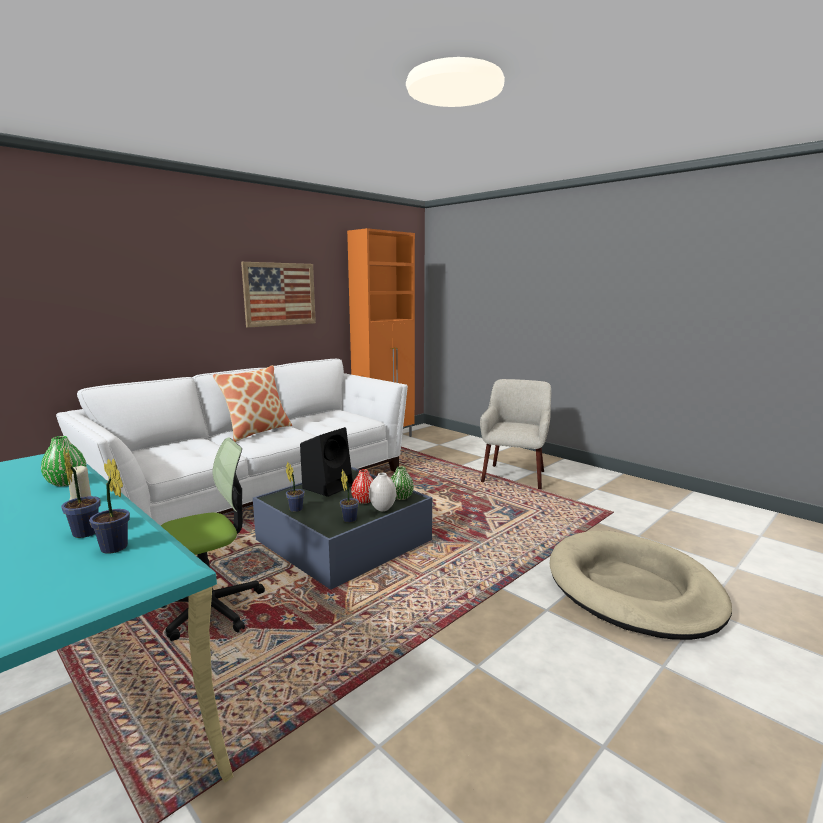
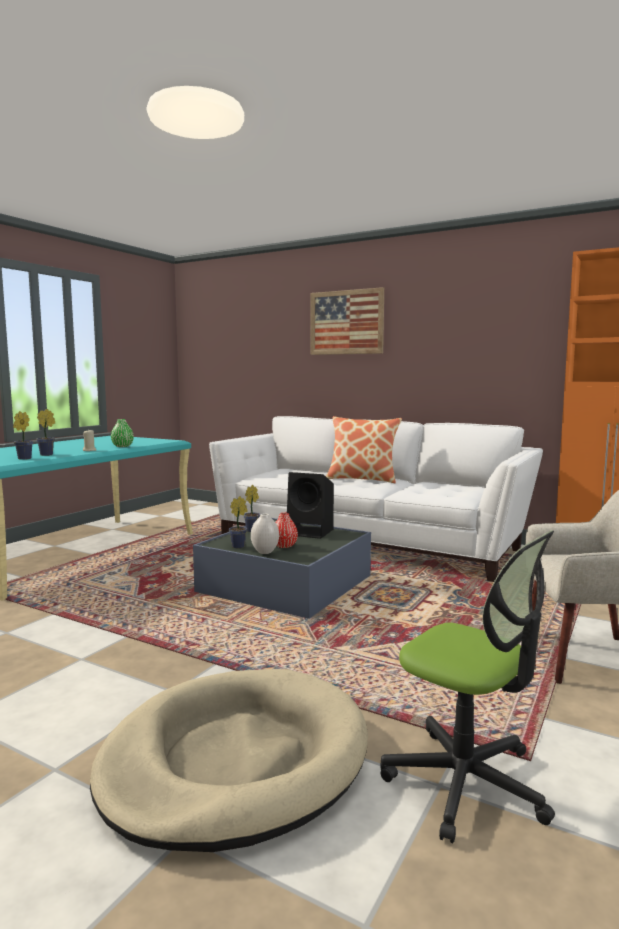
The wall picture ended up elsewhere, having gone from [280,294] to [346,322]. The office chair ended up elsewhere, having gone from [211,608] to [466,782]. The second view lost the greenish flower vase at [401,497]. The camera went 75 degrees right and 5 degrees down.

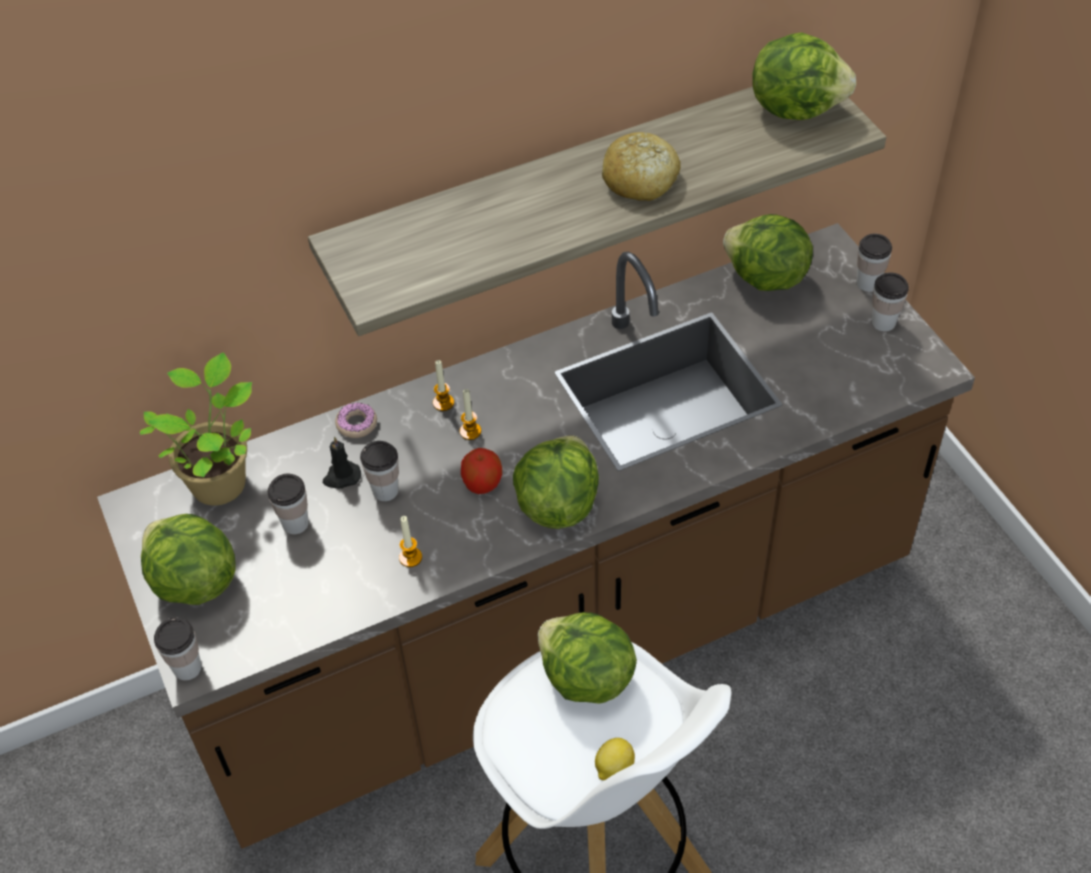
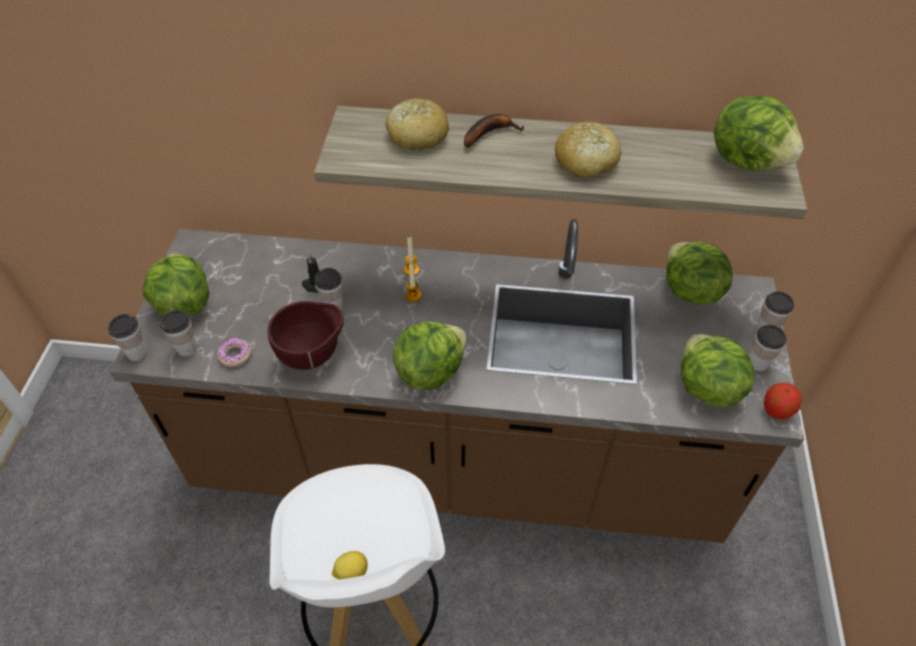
The second view lost the houseplant at [220,481]. The ring doughnut ended up elsewhere, having gone from [357,424] to [235,355]. The apple fruit ended up elsewhere, having gone from [482,484] to [776,410]. The small cup ended up elsewhere, having gone from [295,523] to [187,348]. Where the wax candle stood at [410,557], the brownish deep dish came to stand at [313,356]. The head of lettuce ended up elsewhere, having gone from [585,678] to [706,388]. The second view gained the baked bread at [417,135]. The second view gained the banana fruit at [489,133]. The camera went 30 degrees right and 0 degrees up.

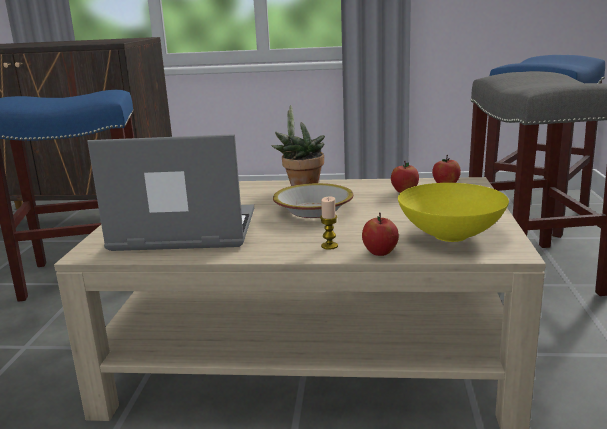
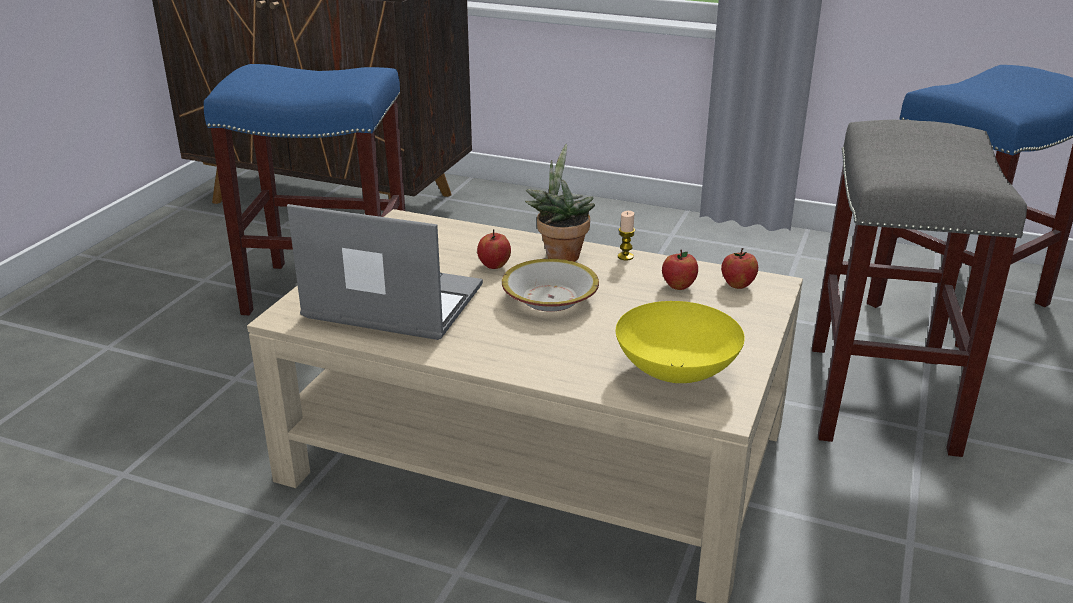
The wax candle ended up elsewhere, having gone from [329,246] to [625,256]. The apple fruit ended up elsewhere, having gone from [380,252] to [494,265]. The camera went 15 degrees right and 10 degrees up.

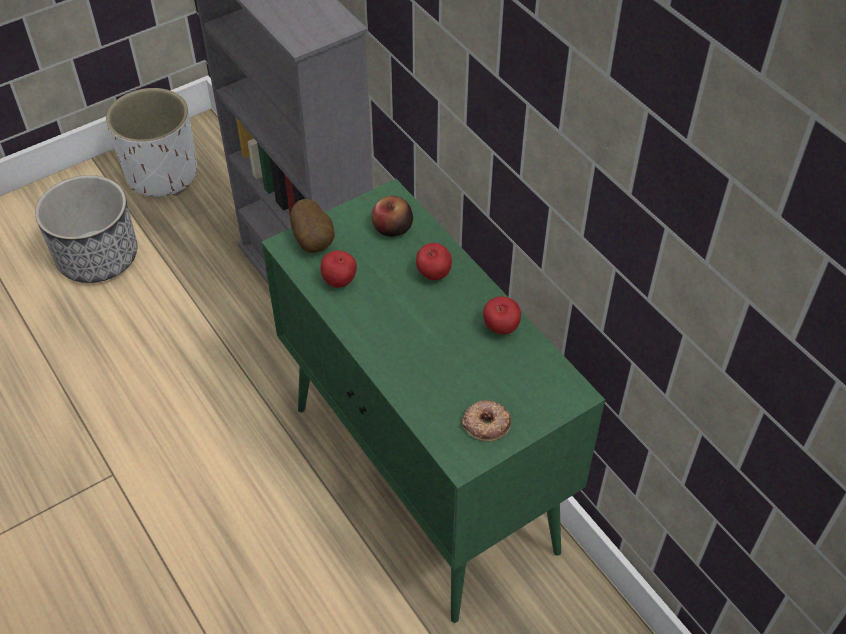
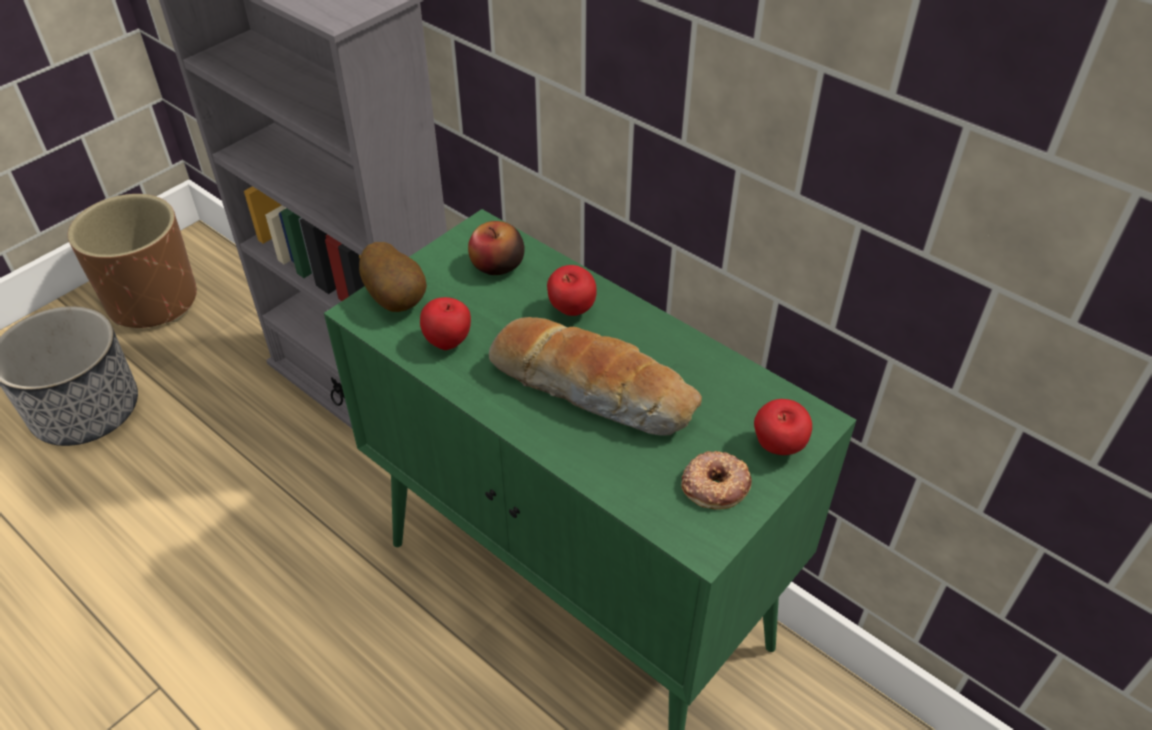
What was the whitish plant pot at [163,174] turned into the brownish plant pot at [154,301]. The apple fruit ended up elsewhere, having gone from [500,329] to [777,448]. The second view gained the baked bread at [593,390]. The camera went 15 degrees left and 5 degrees down.

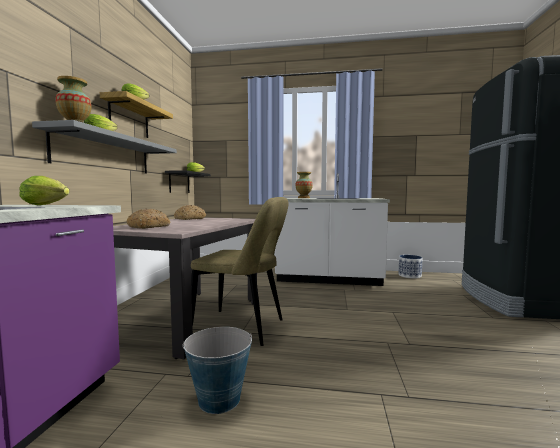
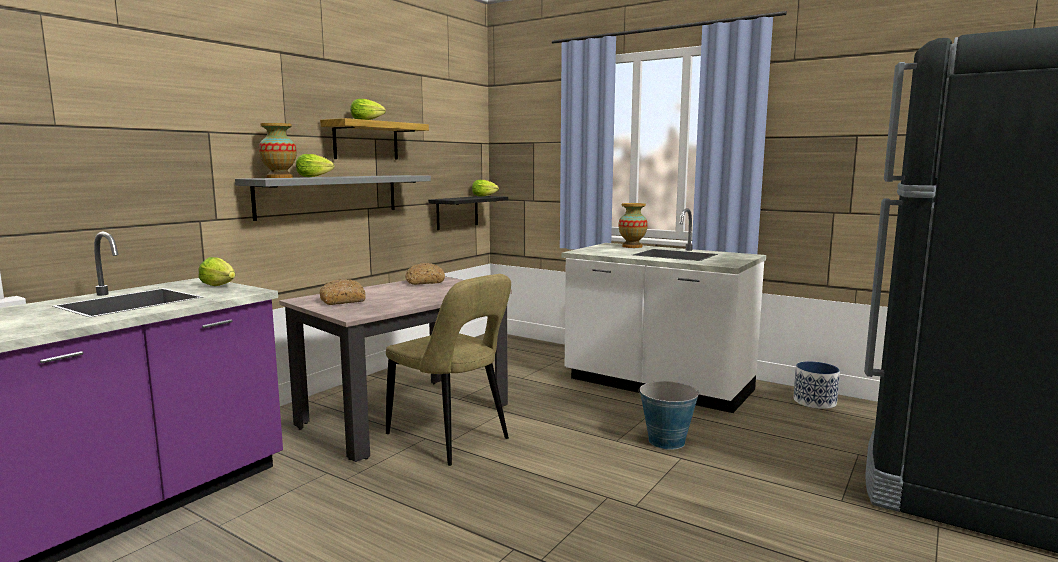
The water bucket ended up elsewhere, having gone from [219,399] to [666,441]. The camera went 25 degrees right and 5 degrees up.

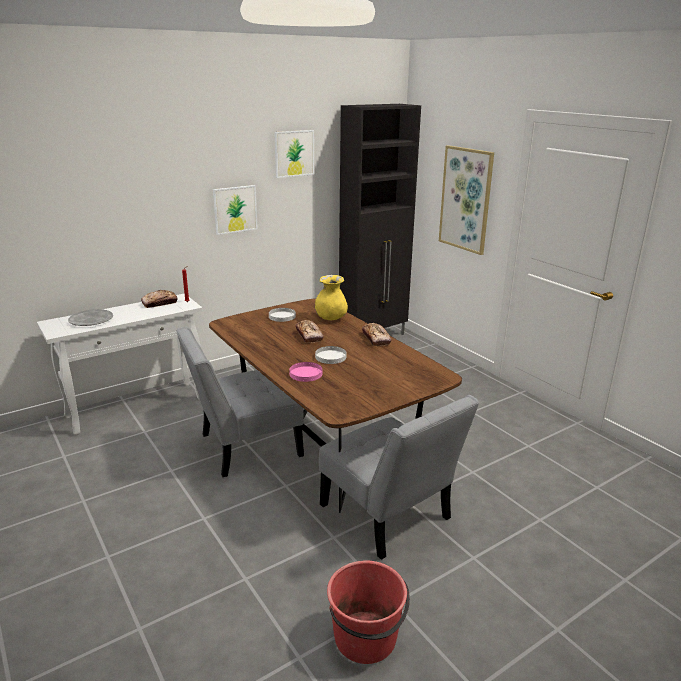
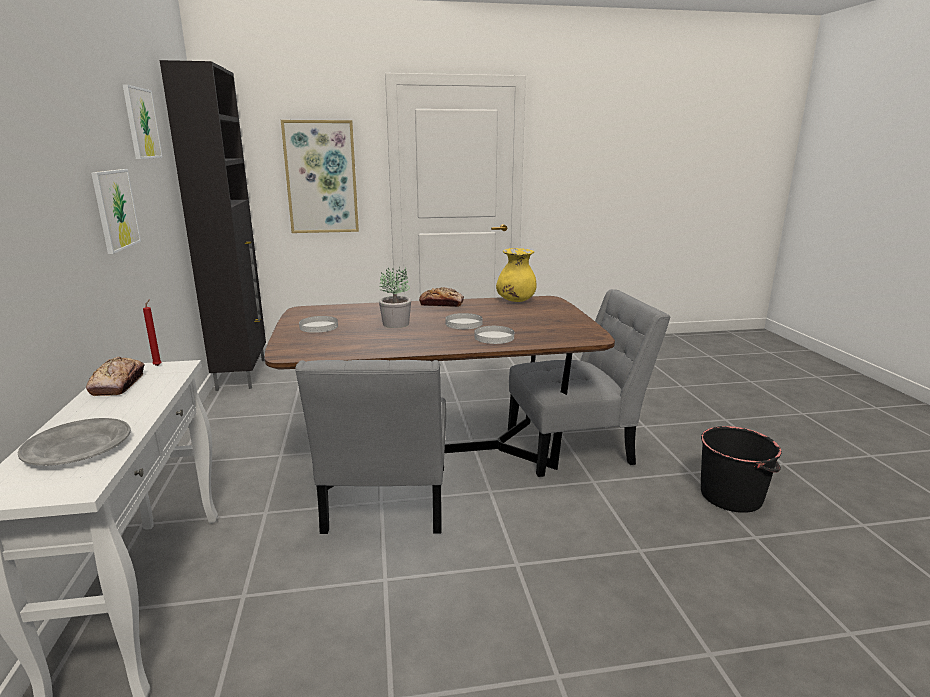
The yellow flower vase ended up elsewhere, having gone from [331,318] to [515,301]. Where the baked bread stood at [309,335], the houseplant came to stand at [396,323]. What was the pinkish plate at [305,374] turned into the whitish plate at [494,337]. What was the red water bucket at [366,638] turned into the black-coloured water bucket at [732,496]. The camera went 65 degrees left and 5 degrees down.

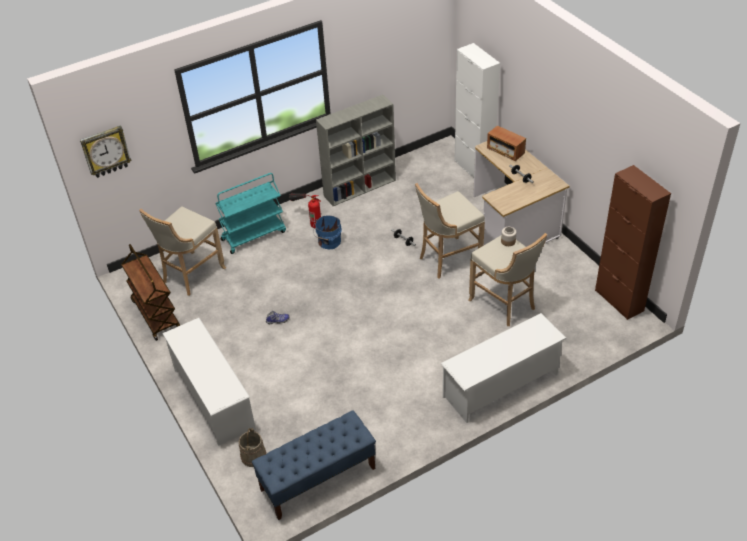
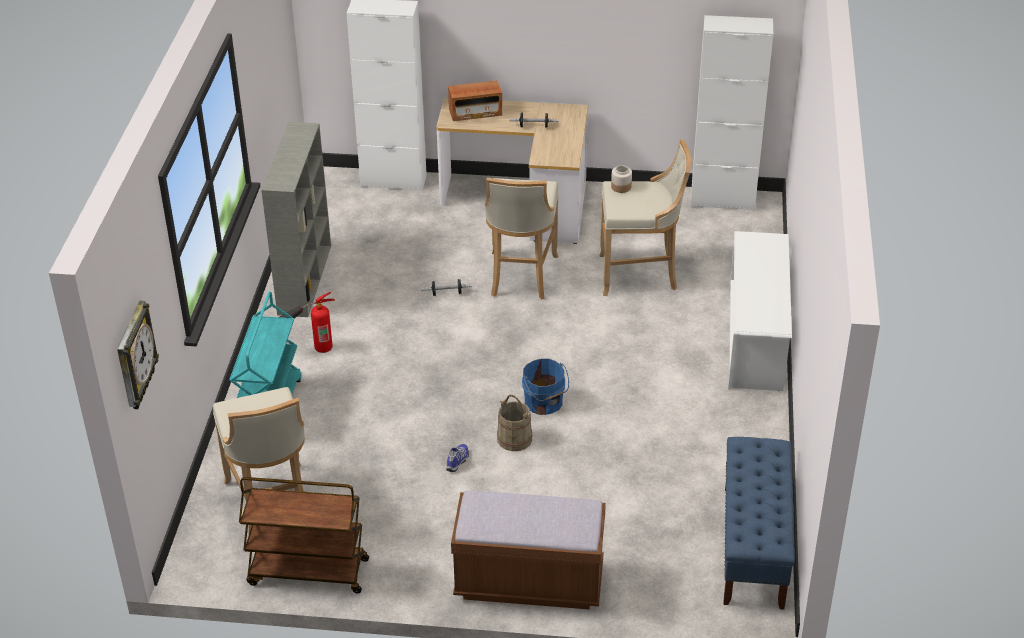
What was the brownish cabinet at [619,300] turned into the whitish cabinet at [722,200]. The blue water bucket ended up elsewhere, having gone from [329,242] to [544,403]. Where the whitish shoe shelf stood at [213,398], the brownish bench came to stand at [529,581]. The sand-coloured water bucket ended up elsewhere, having gone from [253,456] to [514,438]. The camera went 55 degrees left and 5 degrees down.

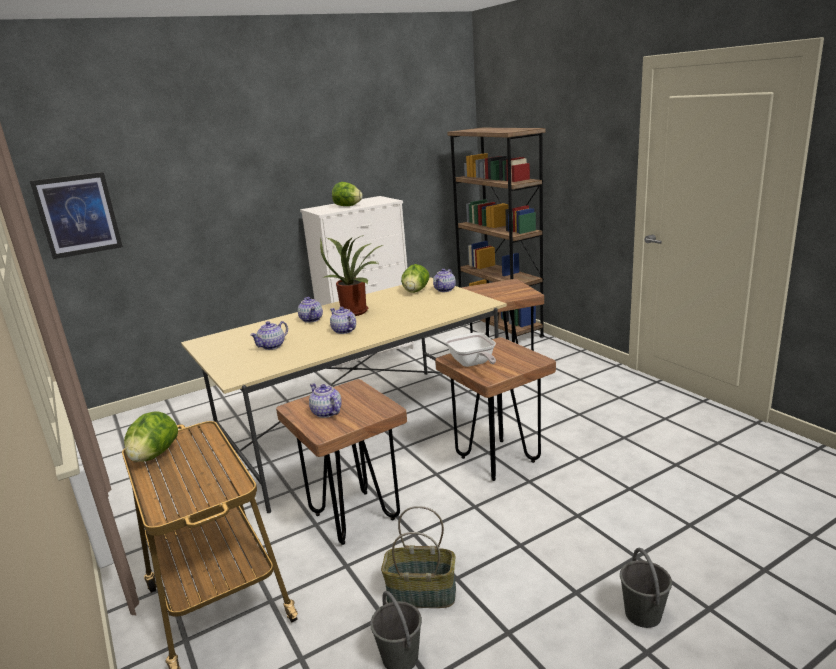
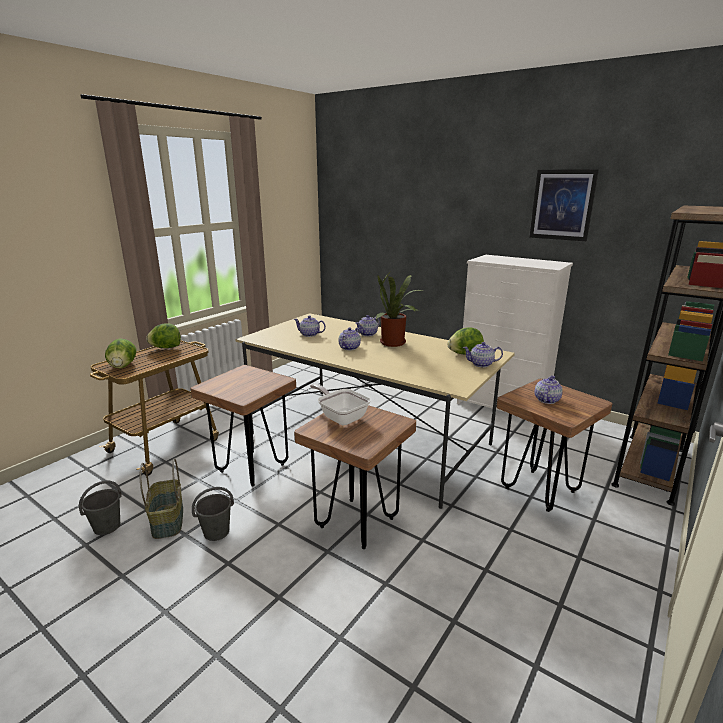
The wall picture ended up elsewhere, having gone from [78,215] to [562,205]. The head of lettuce ended up elsewhere, having gone from [347,206] to [123,366]. The skillet at [473,364] ended up facing another way, 90 degrees clockwise from before. The tea pot ended up elsewhere, having gone from [326,413] to [546,400]. The greyish water bucket ended up elsewhere, having gone from [642,613] to [217,532]. The camera went 65 degrees right and 0 degrees up.

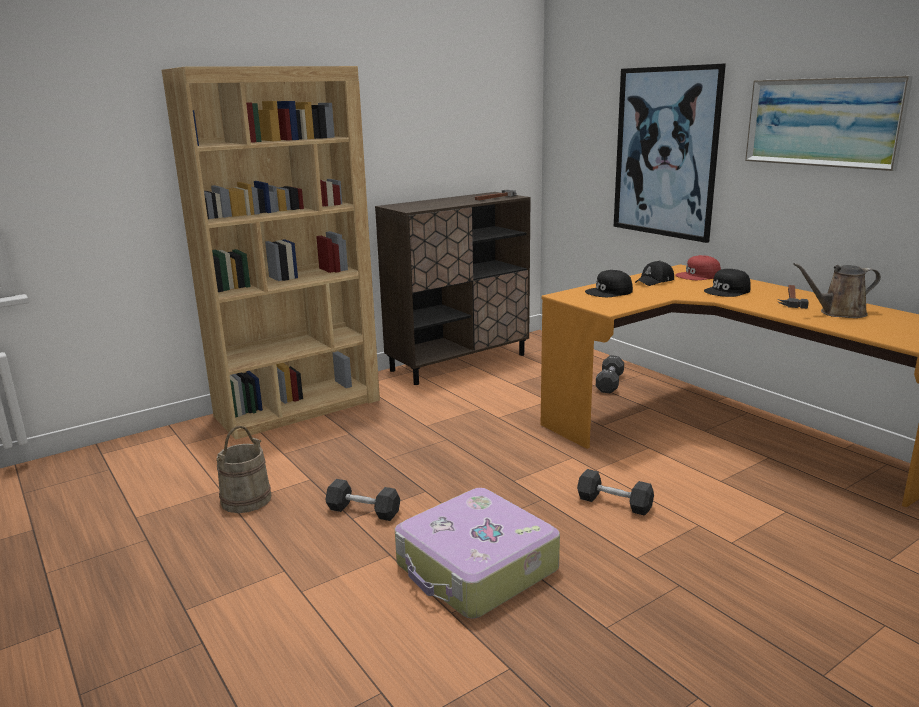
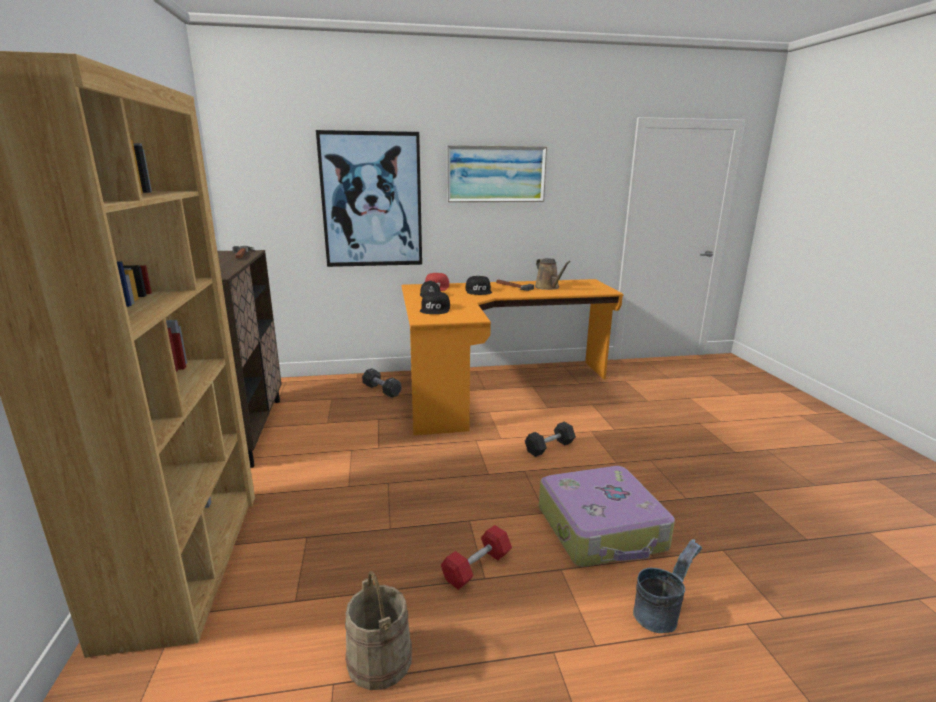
The brownish watering can at [838,313] ended up facing another way, 45 degrees counterclockwise from before. What was the greyish hand weight at [363,511] turned into the red hand weight at [477,567]. The second view gained the greyish water bucket at [660,613]. The camera went 65 degrees left and 0 degrees up.

